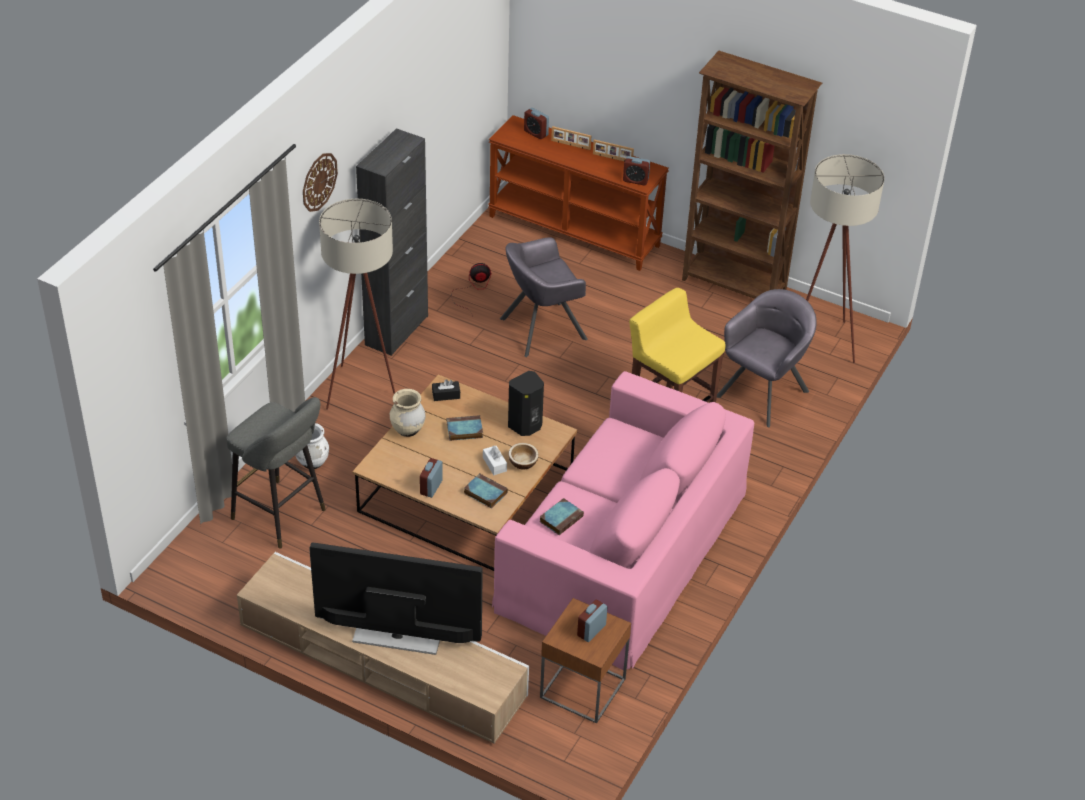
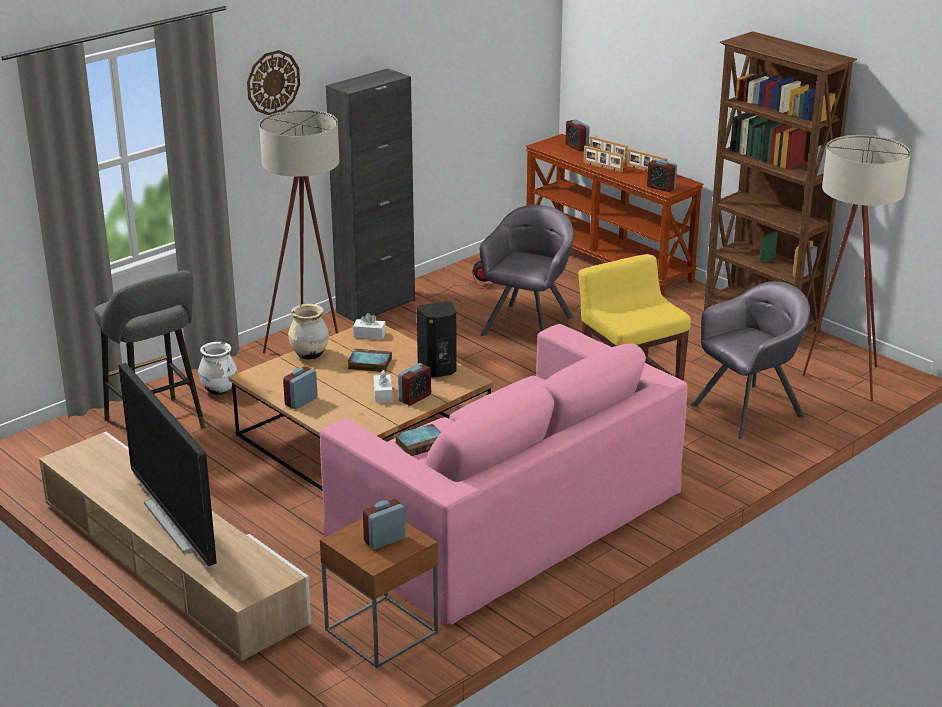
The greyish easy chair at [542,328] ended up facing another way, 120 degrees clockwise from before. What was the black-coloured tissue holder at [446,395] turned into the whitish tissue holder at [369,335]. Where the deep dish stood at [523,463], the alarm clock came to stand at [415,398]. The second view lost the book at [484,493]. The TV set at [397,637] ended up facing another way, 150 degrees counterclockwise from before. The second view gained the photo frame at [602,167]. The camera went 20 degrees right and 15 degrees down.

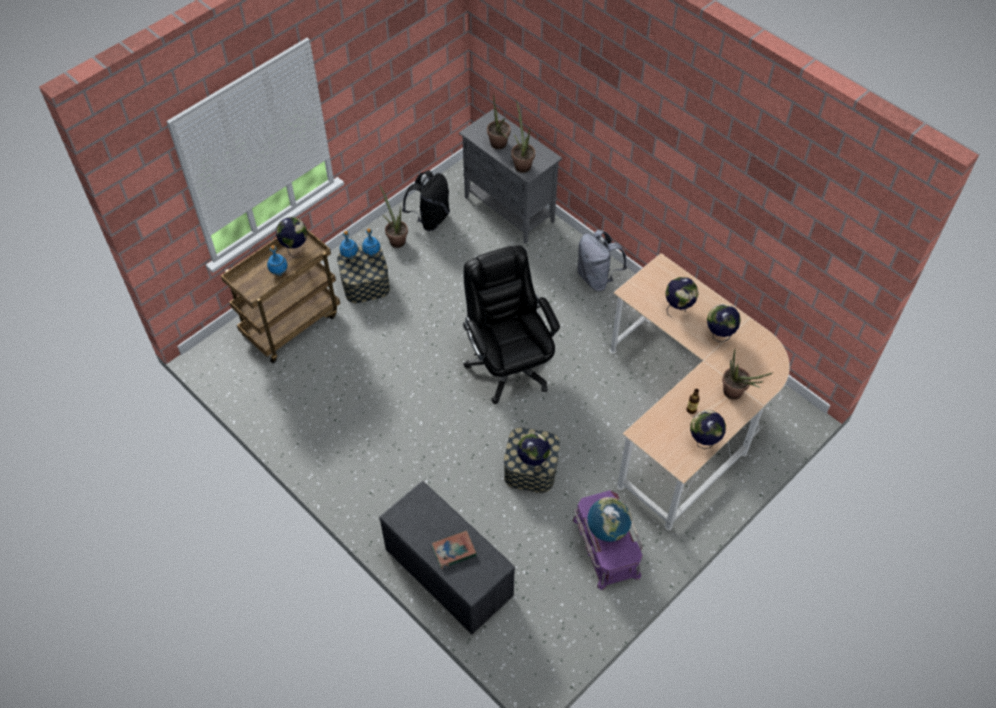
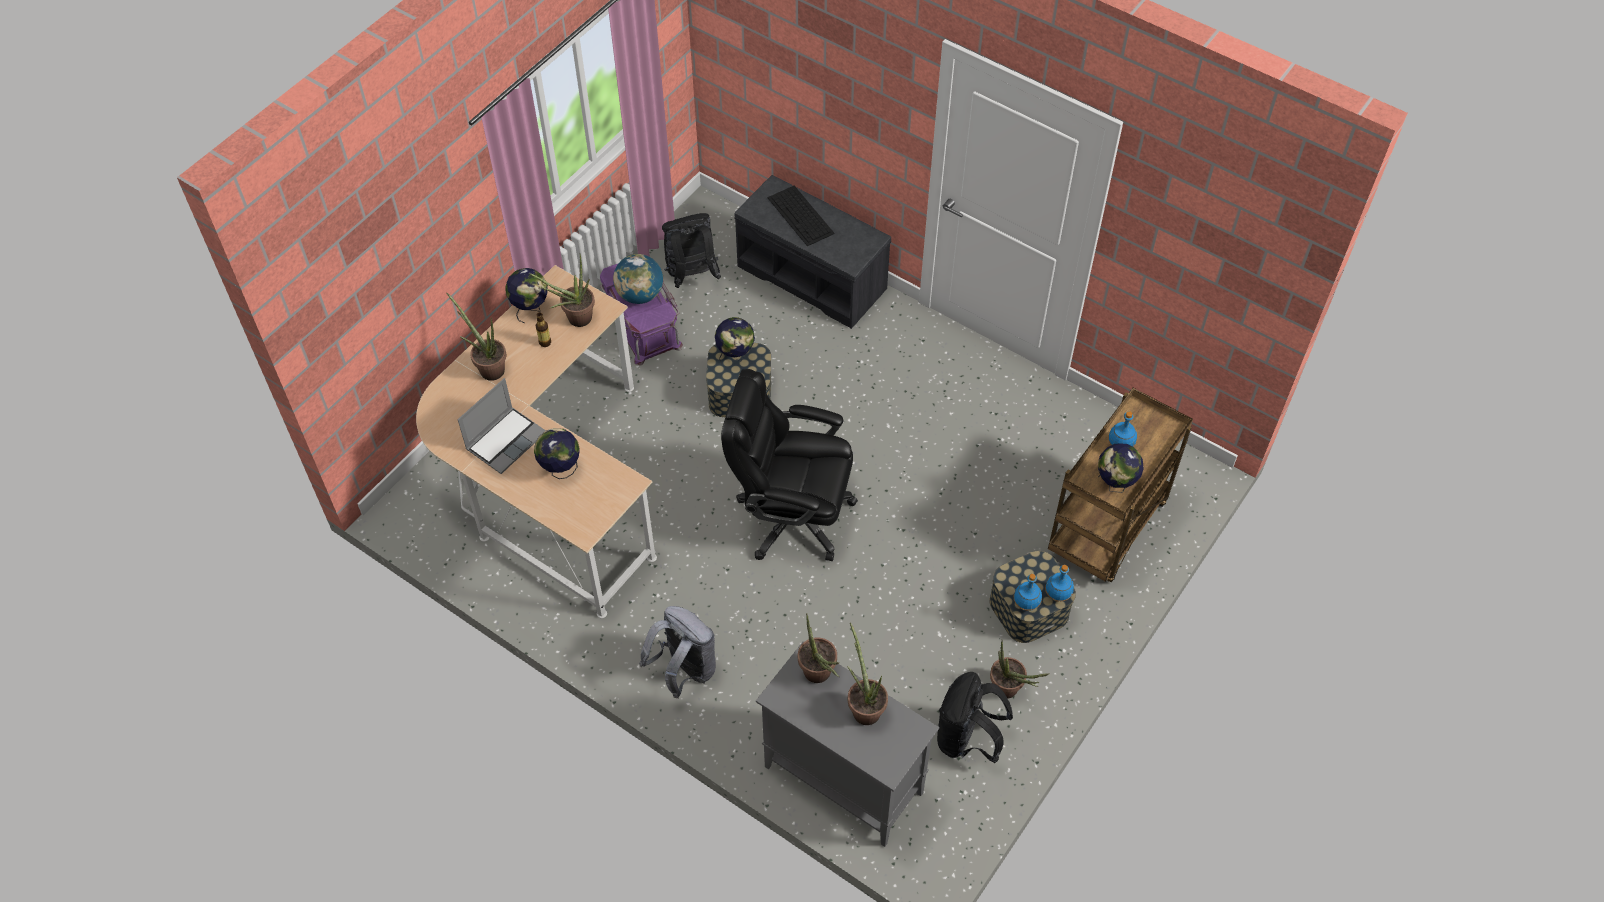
The black-coloured office chair at [509,365] ended up facing another way, 135 degrees clockwise from before. Where the world globe stood at [719,335], the laptop came to stand at [506,440]. Where the book stood at [454,551], the computer keyboard came to stand at [801,216]. The second view gained the black-coloured knapsack at [691,275]. The second view gained the houseplant at [574,319]. The camera went 170 degrees right and 0 degrees up.

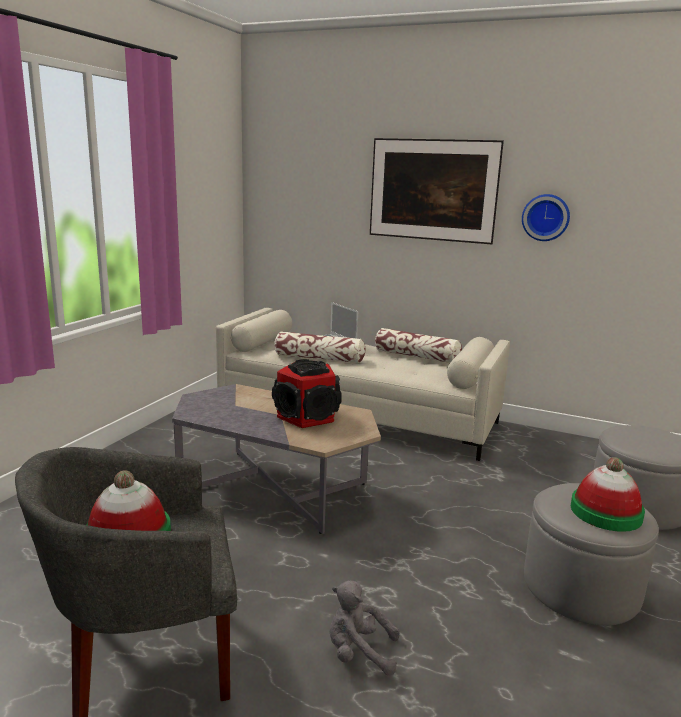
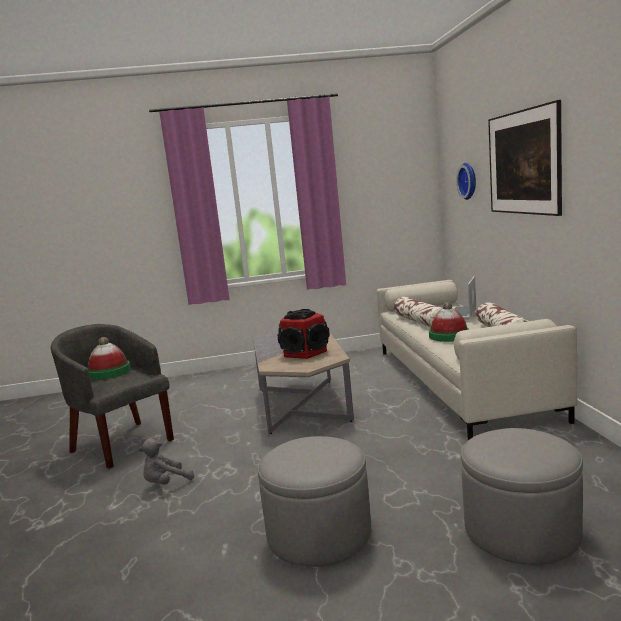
The hanging clock ended up elsewhere, having gone from [545,217] to [469,181]. The wearable hat ended up elsewhere, having gone from [605,512] to [449,336]. The greyish cuddly toy at [359,653] ended up facing another way, 105 degrees counterclockwise from before. The camera went 60 degrees right and 5 degrees down.

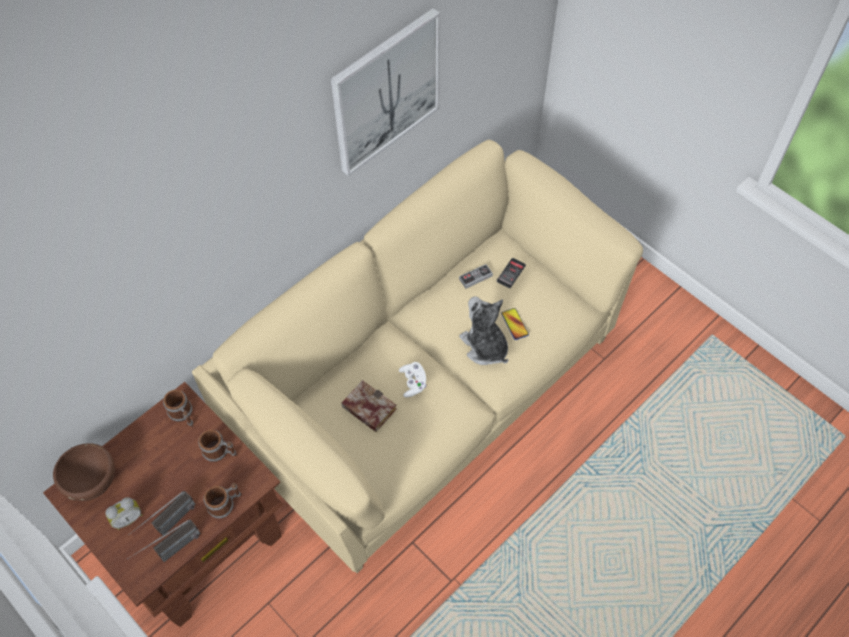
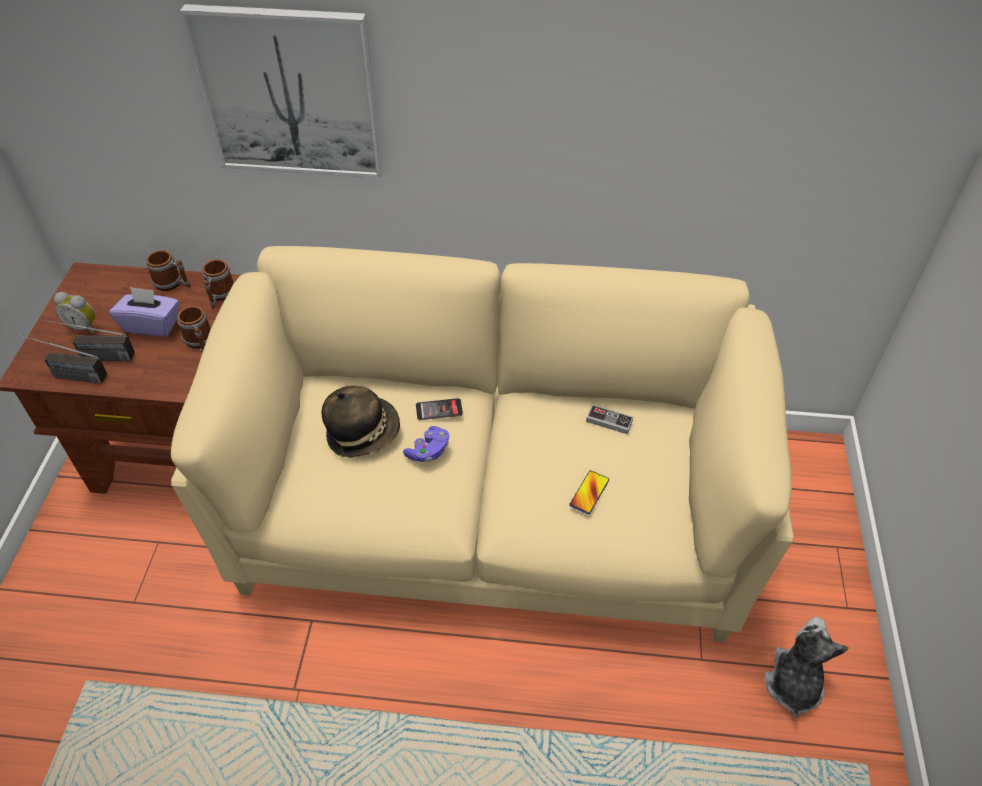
The wall picture ended up elsewhere, having gone from [385,92] to [290,92]. The handset ended up elsewhere, having gone from [511,273] to [439,409]. The cuddly toy ended up elsewhere, having gone from [485,346] to [793,683]. What was the whitish game controller at [413,383] turned into the purplish game controller at [428,451]. Where the book stood at [366,408], the wearable hat came to stand at [363,433]. The second view lost the brownish deep dish at [94,482]. The tea mug ended up elsewhere, having gone from [225,504] to [173,284]. The second view gained the purplish tissue holder at [152,325]. The camera went 50 degrees right and 10 degrees down.

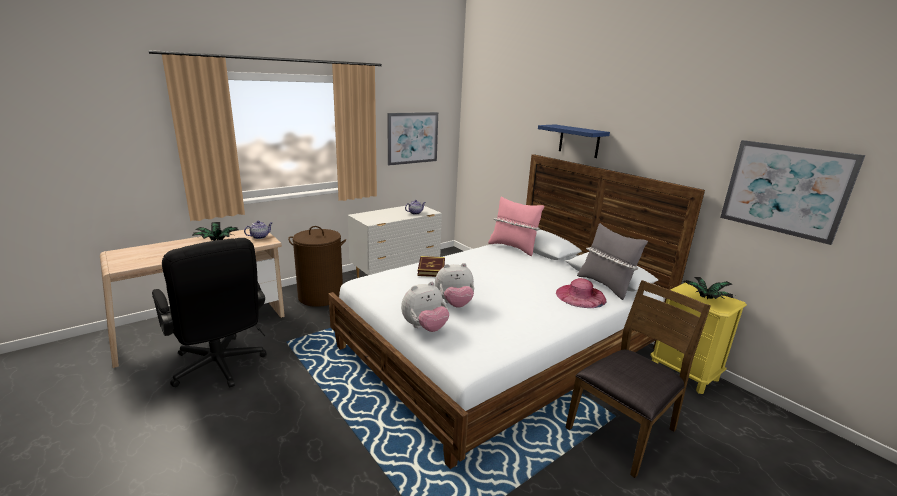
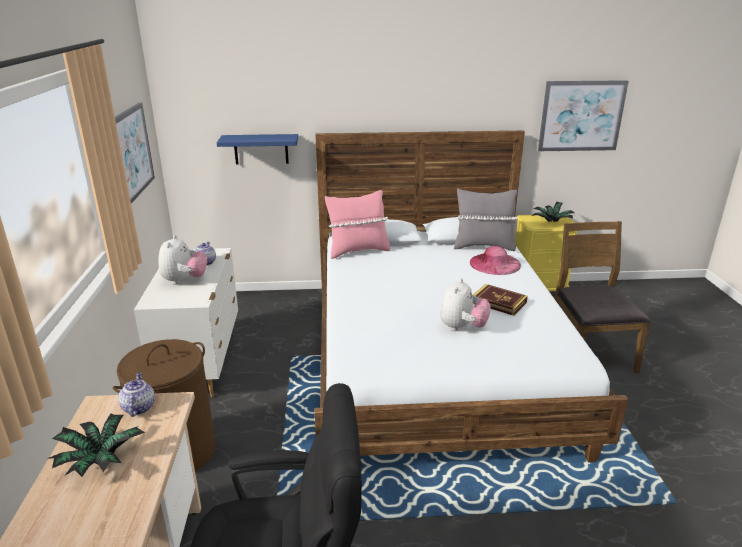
The blue wall shelf ended up elsewhere, having gone from [579,141] to [261,149]. The book ended up elsewhere, having gone from [431,269] to [498,302]. The cuddly toy ended up elsewhere, having gone from [425,328] to [184,280]. The camera went 55 degrees left and 5 degrees up.

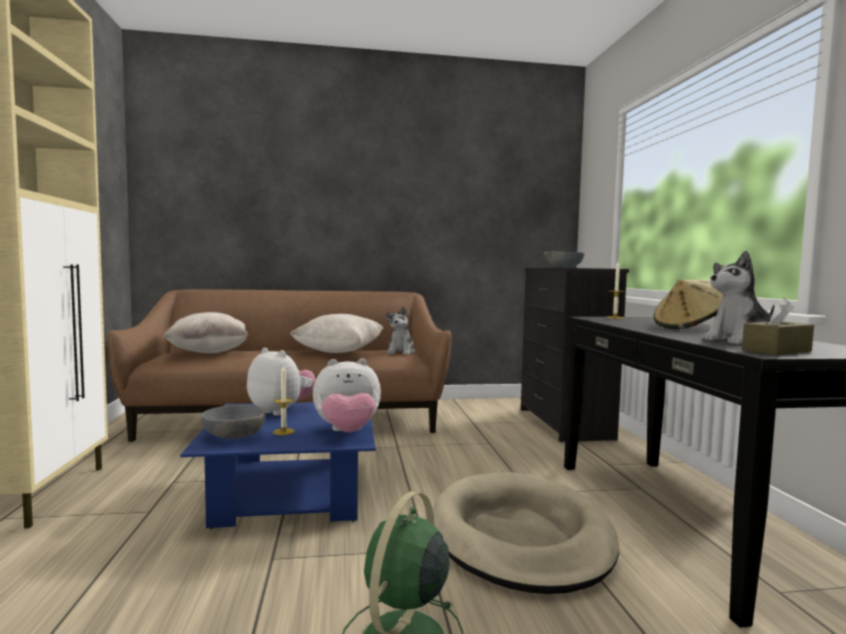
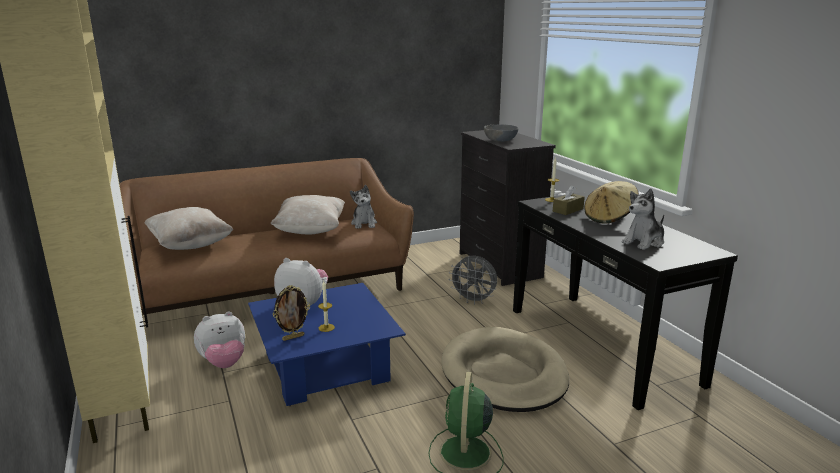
The brownish tissue holder ended up elsewhere, having gone from [776,351] to [568,210]. The cuddly toy ended up elsewhere, having gone from [347,432] to [224,363]. Where the greyish deep dish stood at [235,435], the photo frame came to stand at [293,337]. The second view gained the greyish fan at [474,301]. The camera went 15 degrees left and 15 degrees up.

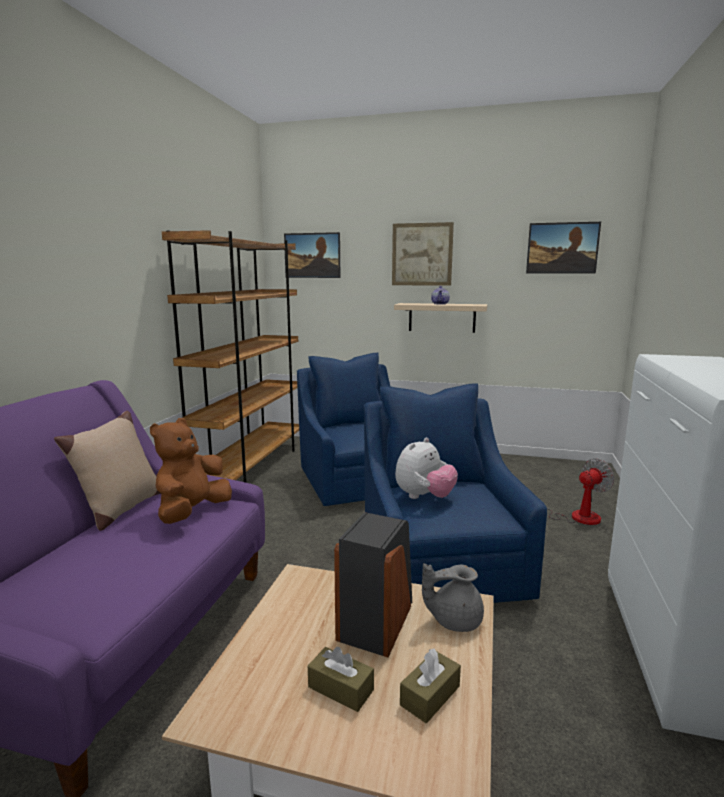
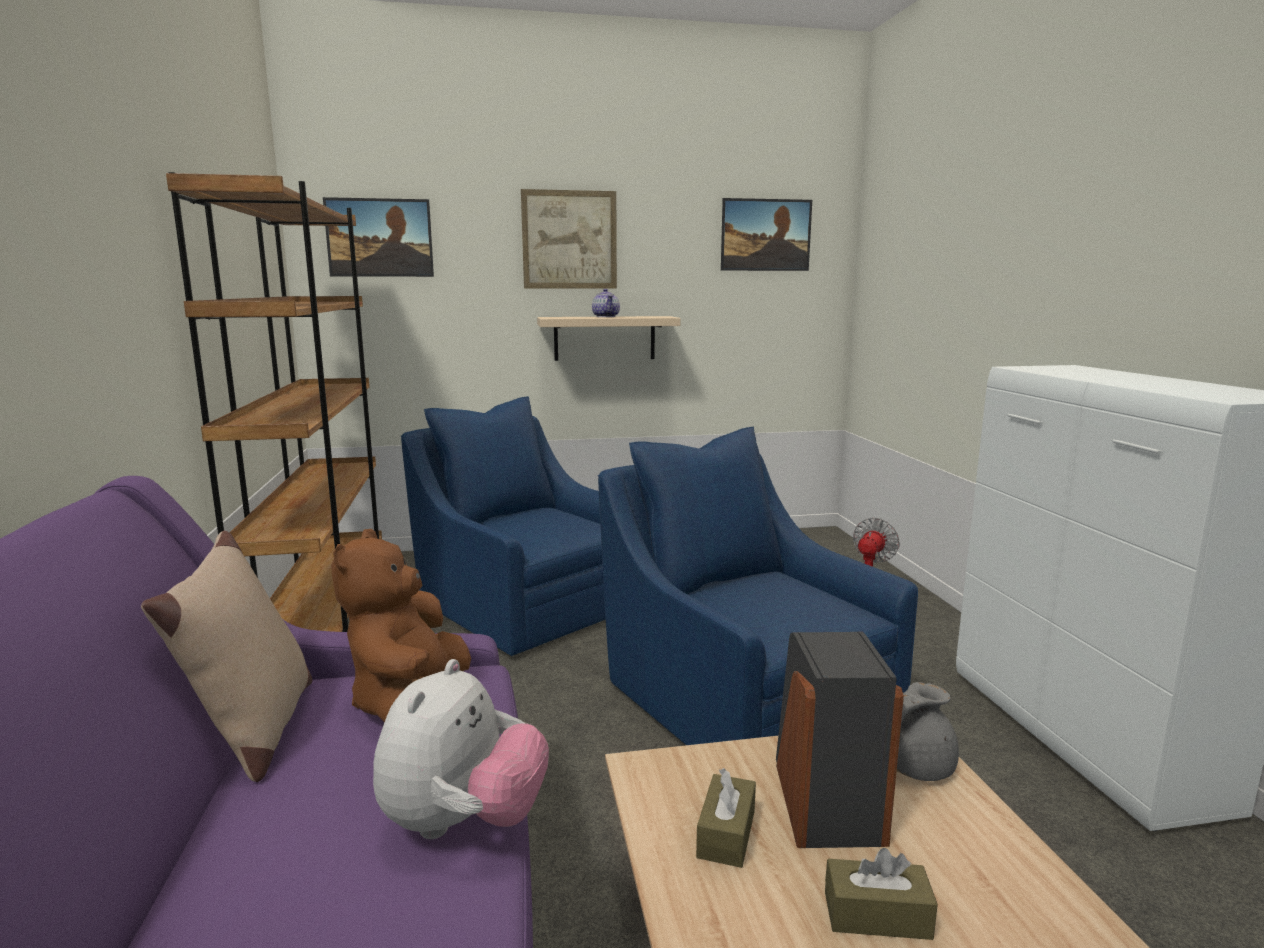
The cuddly toy ended up elsewhere, having gone from [424,497] to [463,823]. The brownish tissue holder ended up elsewhere, having gone from [430,695] to [726,834]. The camera went 25 degrees left and 0 degrees up.

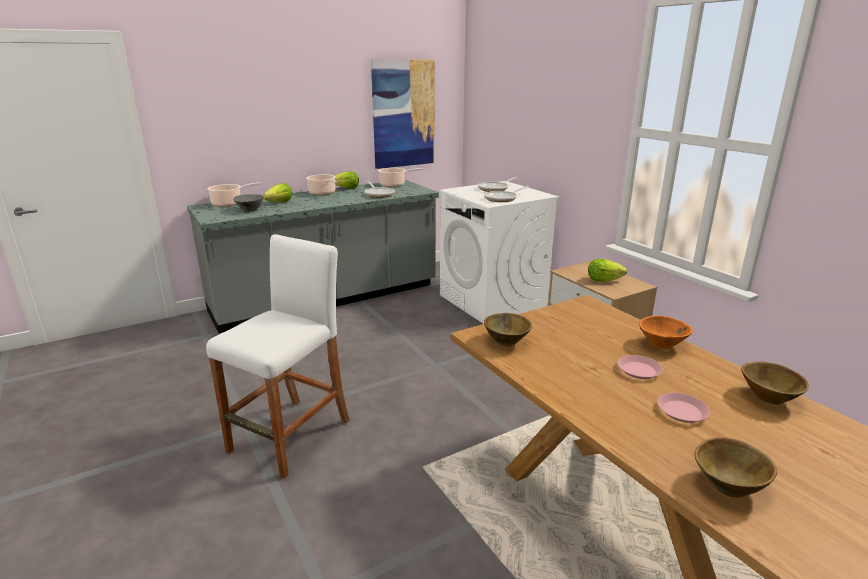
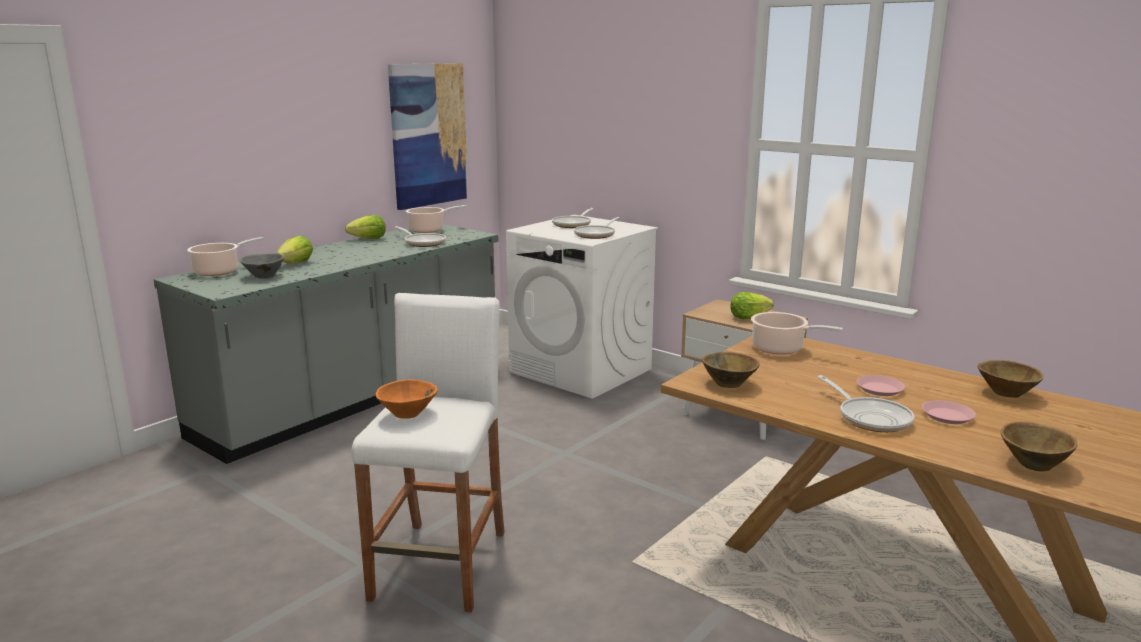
The cooking pot ended up elsewhere, having gone from [323,193] to [781,349]. The orangey deep dish ended up elsewhere, having gone from [661,345] to [407,414]. The second view gained the skillet at [870,417]. The camera went 20 degrees left and 5 degrees down.

